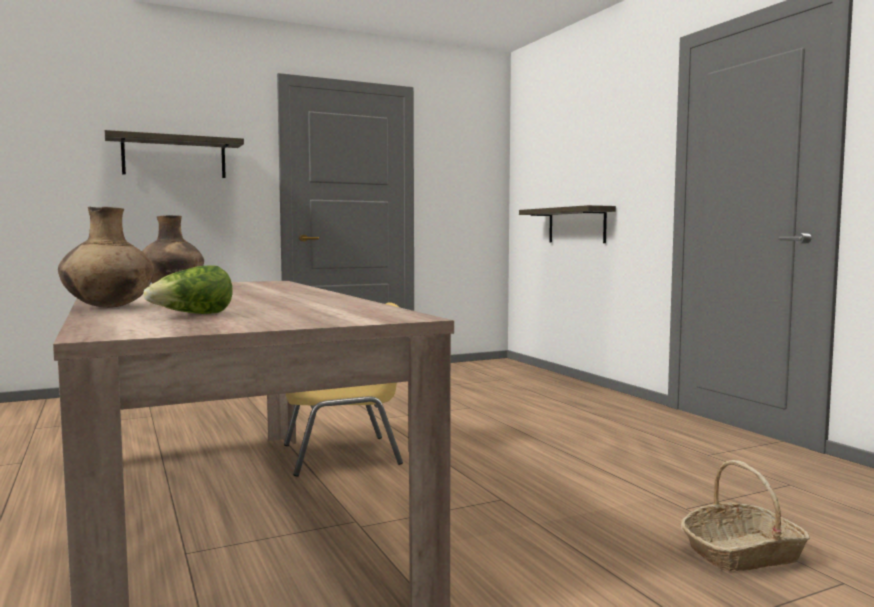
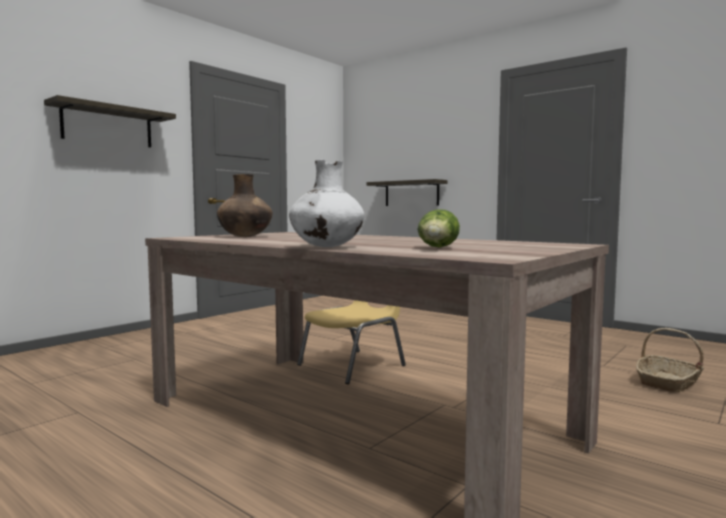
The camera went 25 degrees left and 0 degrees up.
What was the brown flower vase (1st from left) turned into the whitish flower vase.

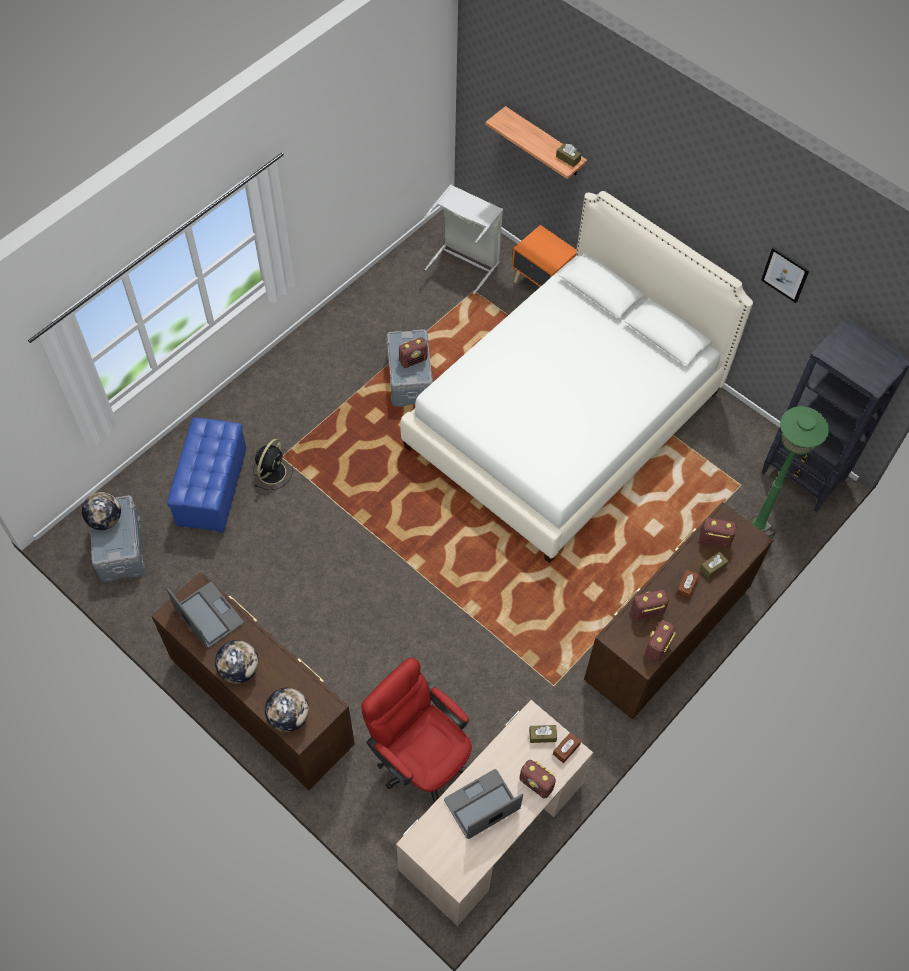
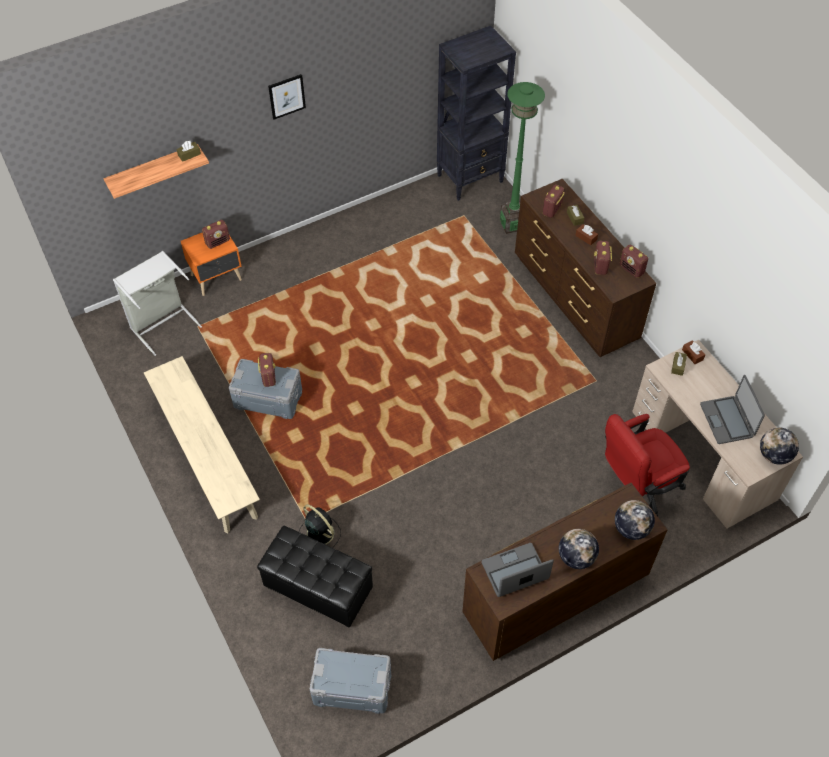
The camera went 70 degrees left and 5 degrees down.
The second view gained the sand-coloured indoor bench.
The radio receiver (2nd from left in the first image) ended up elsewhere.
What was the blue footrest turned into the blackish footrest.
The wall art ended up elsewhere.
The globe (1st from left in the first image) ended up elsewhere.
The second view lost the whitish bed.

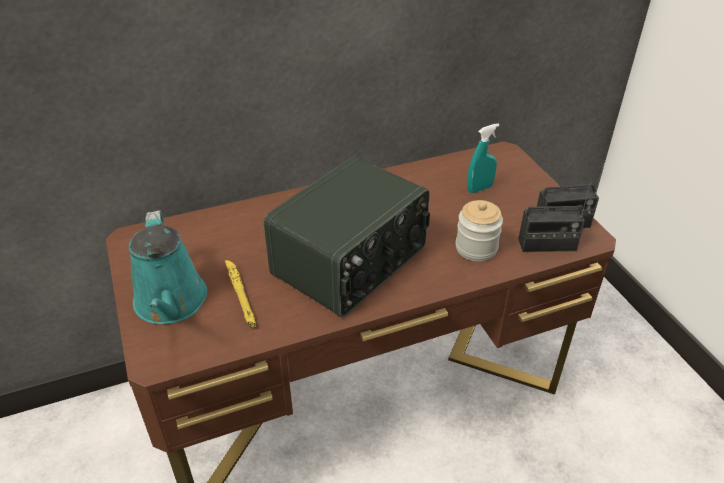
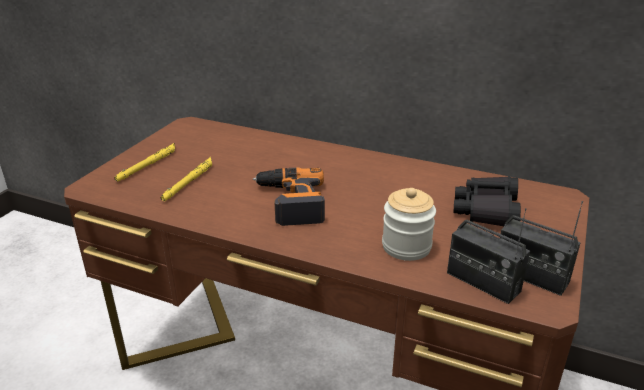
The camera went 45 degrees right and 10 degrees down.
Where the turquoise-coloured watering pot stood, the yellowish torch (1st from left) came to stand.
Where the radio receiver (1st from left) stood, the power drill came to stand.
Where the turquoise-coloured sprayer stood, the blackish field glasses came to stand.

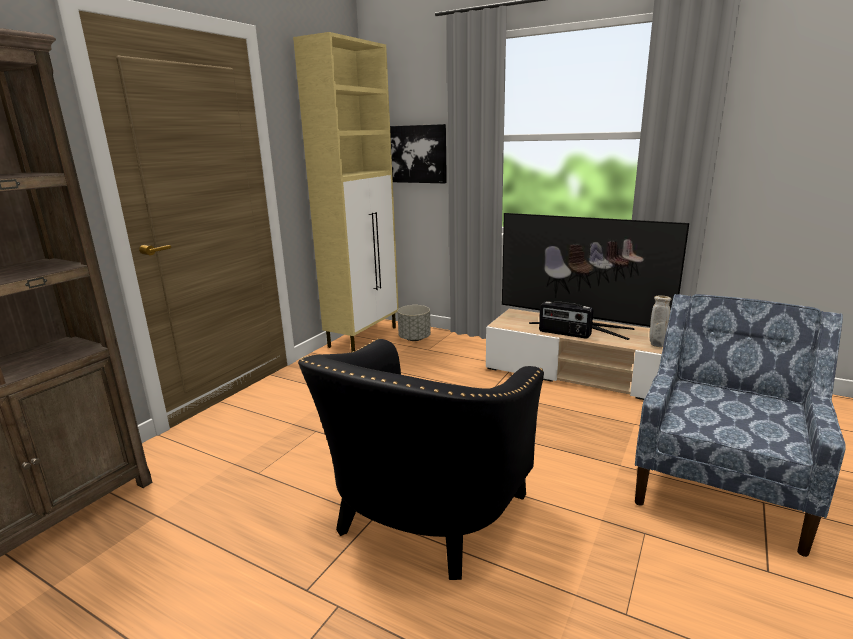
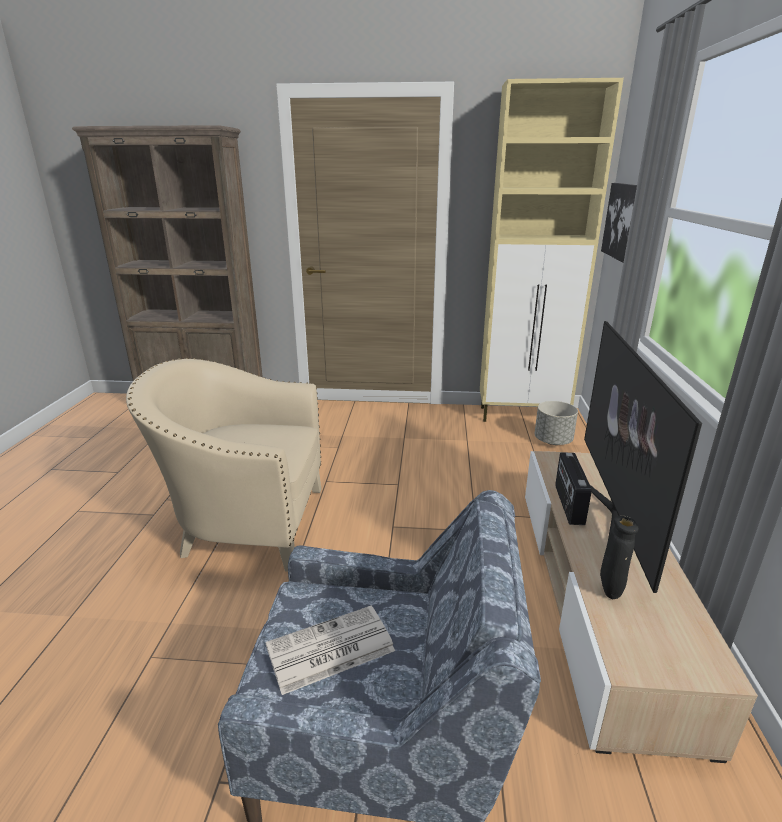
The camera went 65 degrees right and 5 degrees up.
What was the blackish armchair turned into the sand-coloured armchair.
The second view gained the printed paper.
What was the sand-coloured flower vase turned into the blackish flower vase.

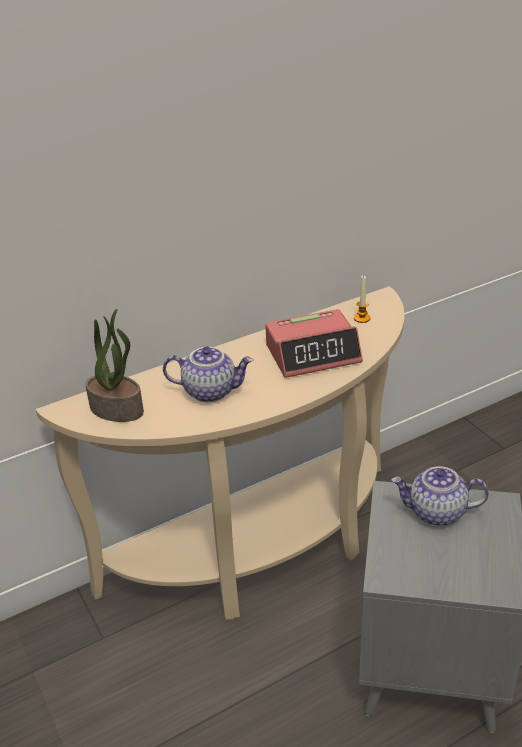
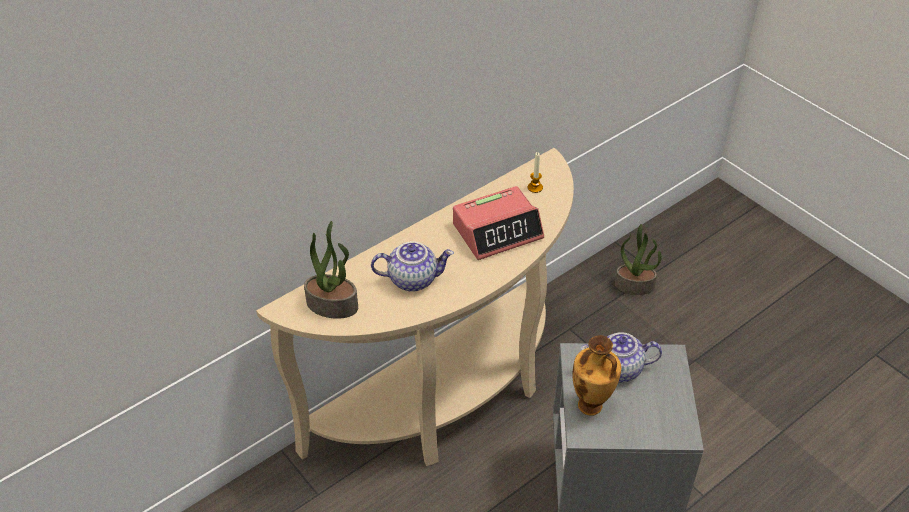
The camera went 10 degrees left and 10 degrees up.
The second view gained the flower vase.
The second view gained the potted plant (2nd from left).

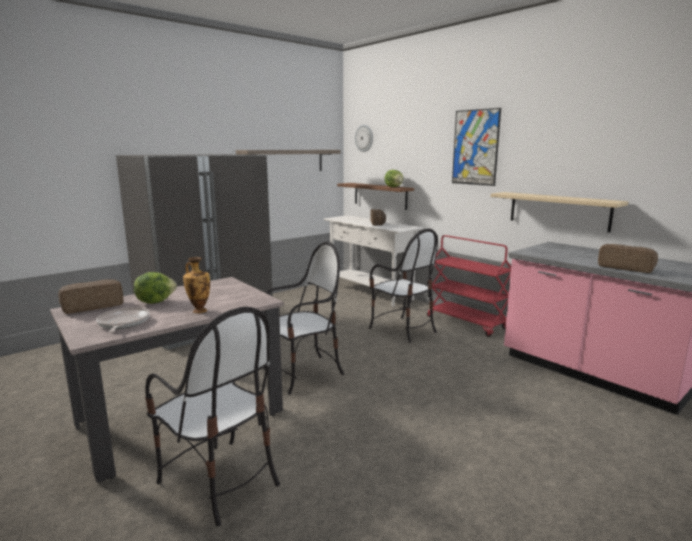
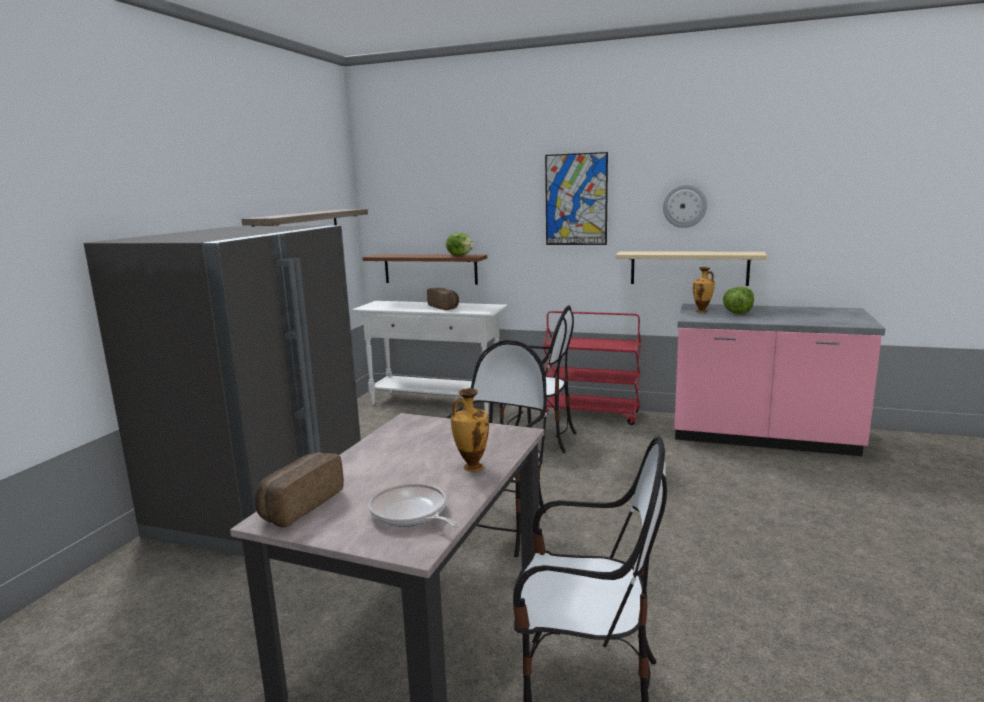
The camera went 30 degrees left and 0 degrees up.
The clock on the wall ended up elsewhere.
The second view gained the flower vase (2nd from left).
The lettuce (1st from left in the first image) ended up elsewhere.
The second view lost the baked bread (3rd from left).

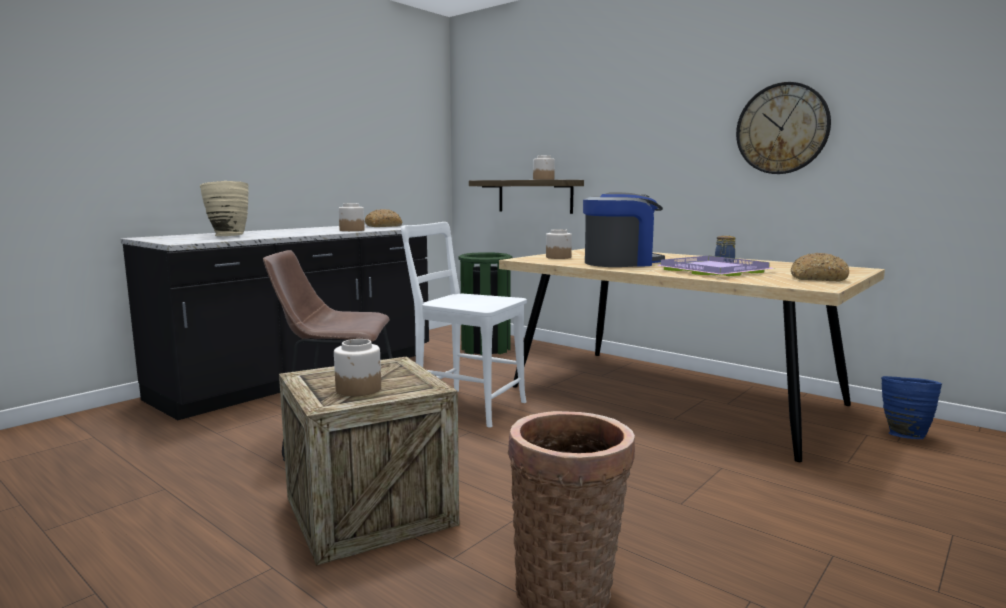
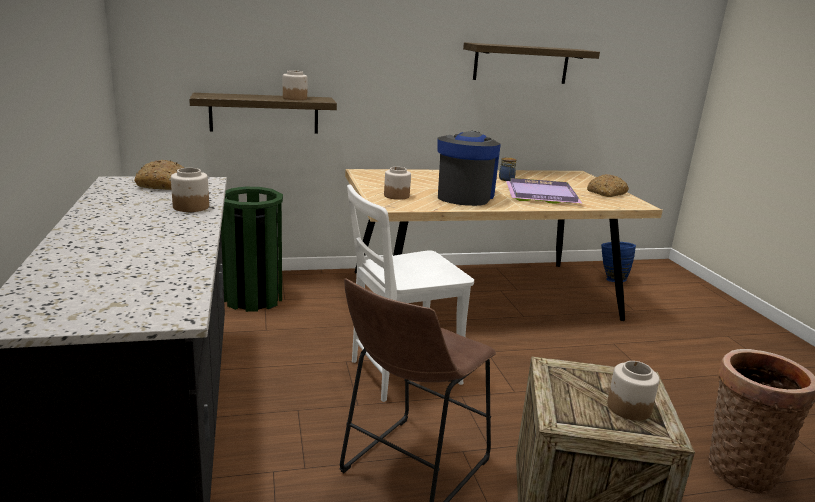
The camera went 55 degrees left and 10 degrees up.
Where the clock on the wall hung, the shelf (2nd from left) came to hang.
The second view lost the sand-coloured flower vase.

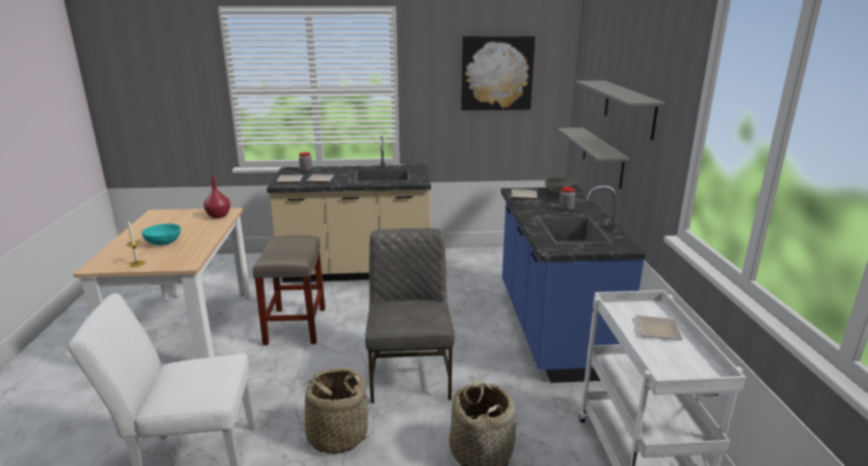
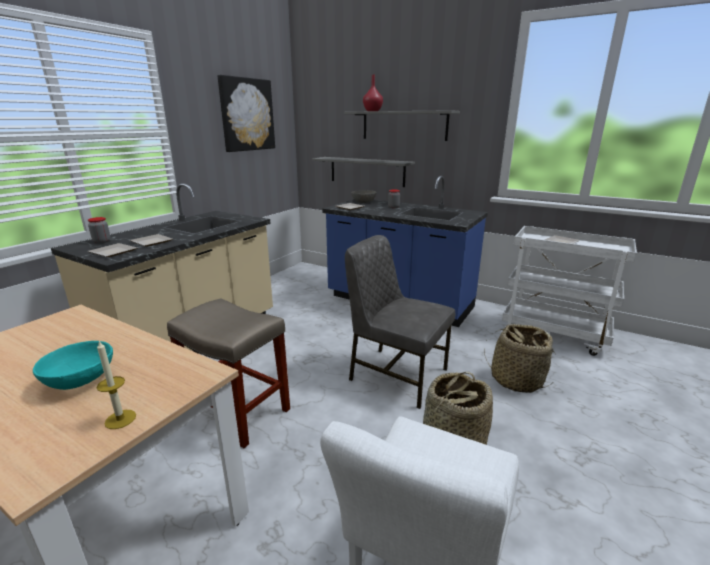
The camera went 55 degrees left and 0 degrees up.
The red flower vase ended up elsewhere.

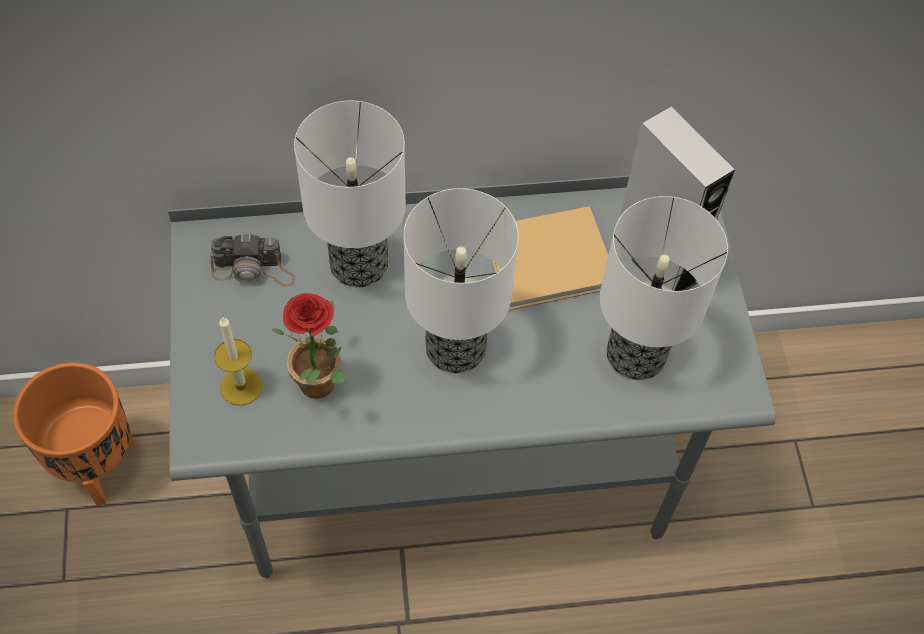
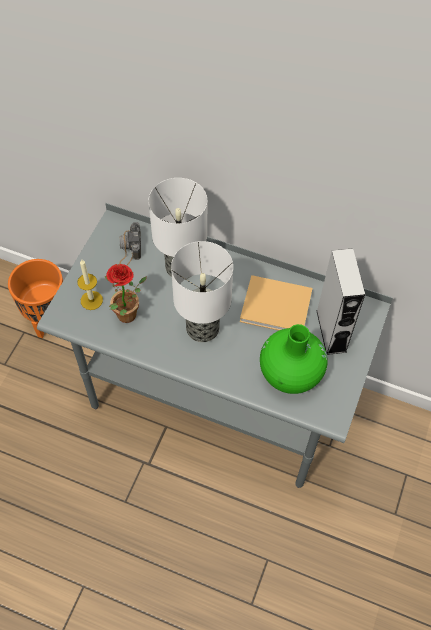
The camera went 30 degrees right and 0 degrees up.
The still camera ended up facing another way, 60 degrees clockwise from before.
Where the tabletop lamp (3rd from left) stood, the green-coloured flower vase came to stand.

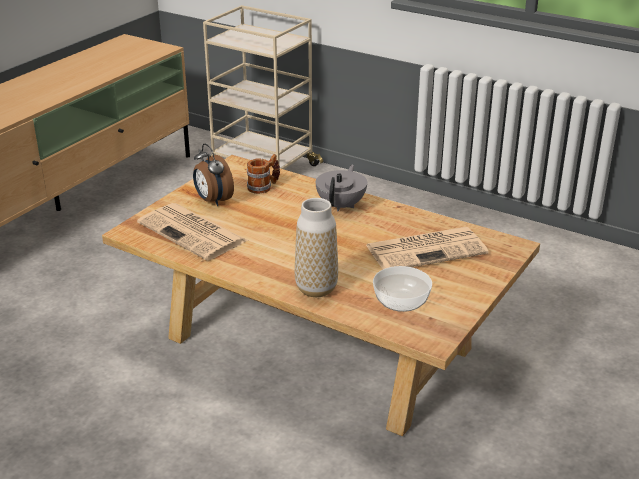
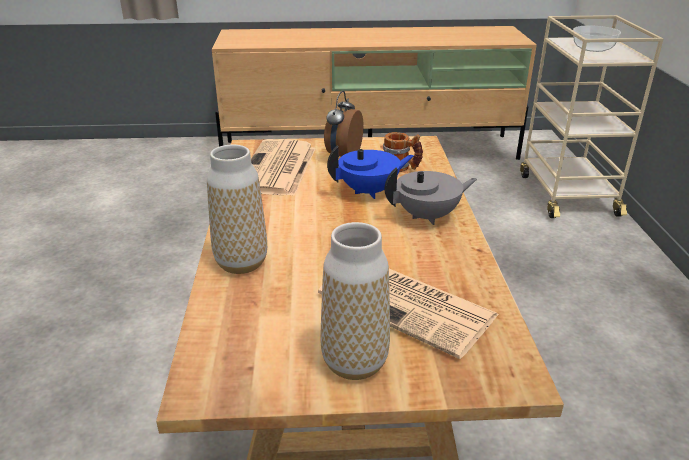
The camera went 55 degrees right and 0 degrees up.
The second view gained the flower vase (2nd from left).
The second view gained the blue tea pot.
The bowl ended up elsewhere.

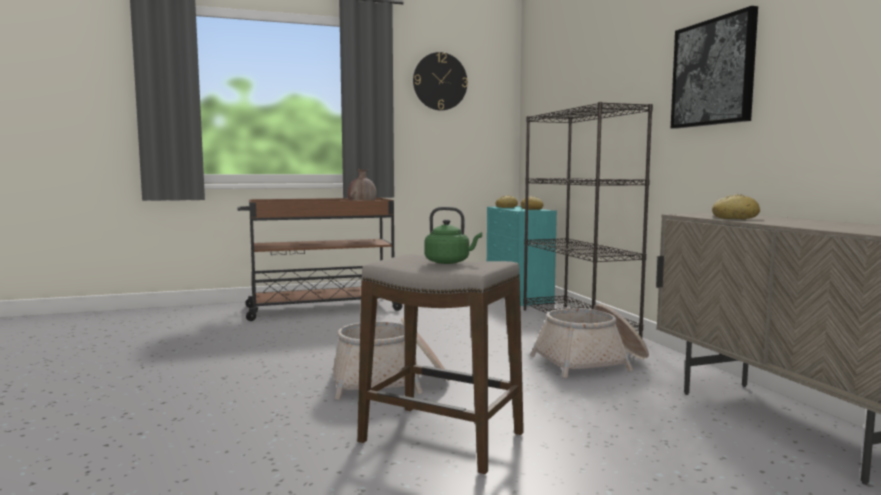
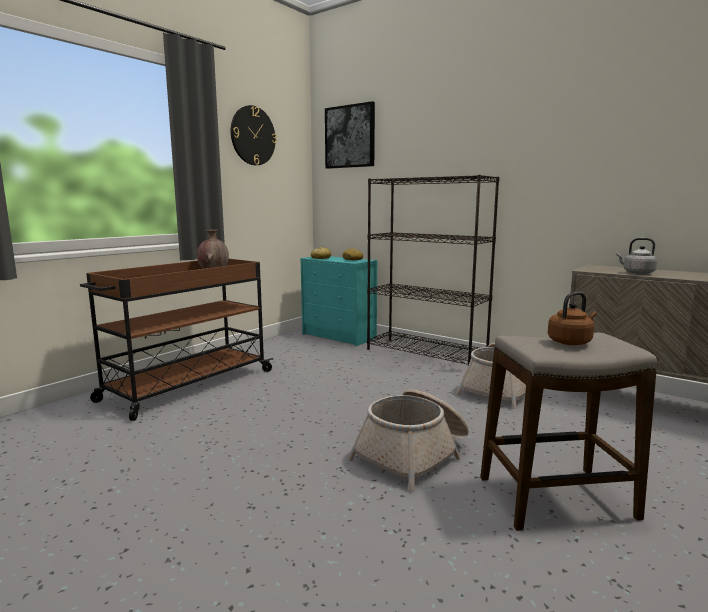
The camera went 35 degrees left and 5 degrees up.
The wall art ended up elsewhere.
What was the green-coloured kettle turned into the brown kettle.
Where the baked bread (3rd from left) stood, the gray kettle came to stand.

